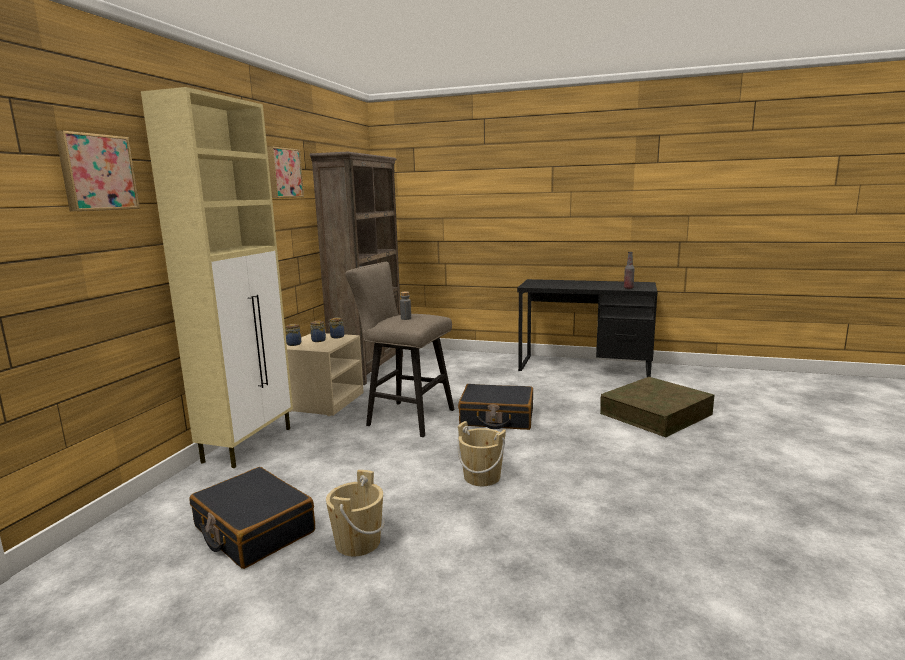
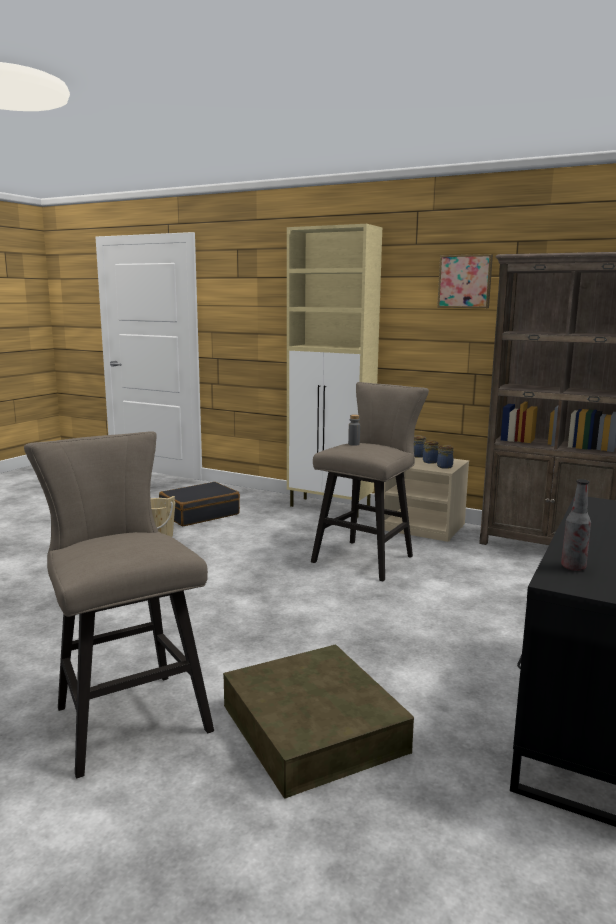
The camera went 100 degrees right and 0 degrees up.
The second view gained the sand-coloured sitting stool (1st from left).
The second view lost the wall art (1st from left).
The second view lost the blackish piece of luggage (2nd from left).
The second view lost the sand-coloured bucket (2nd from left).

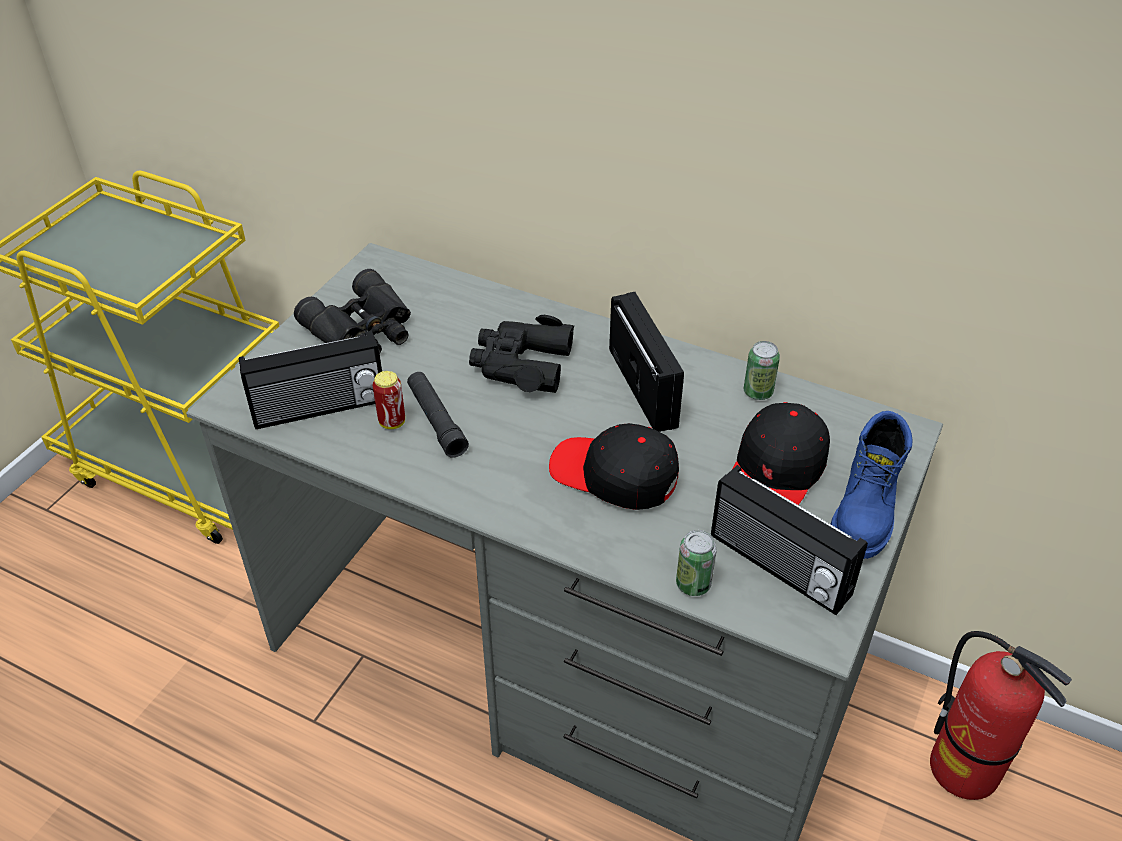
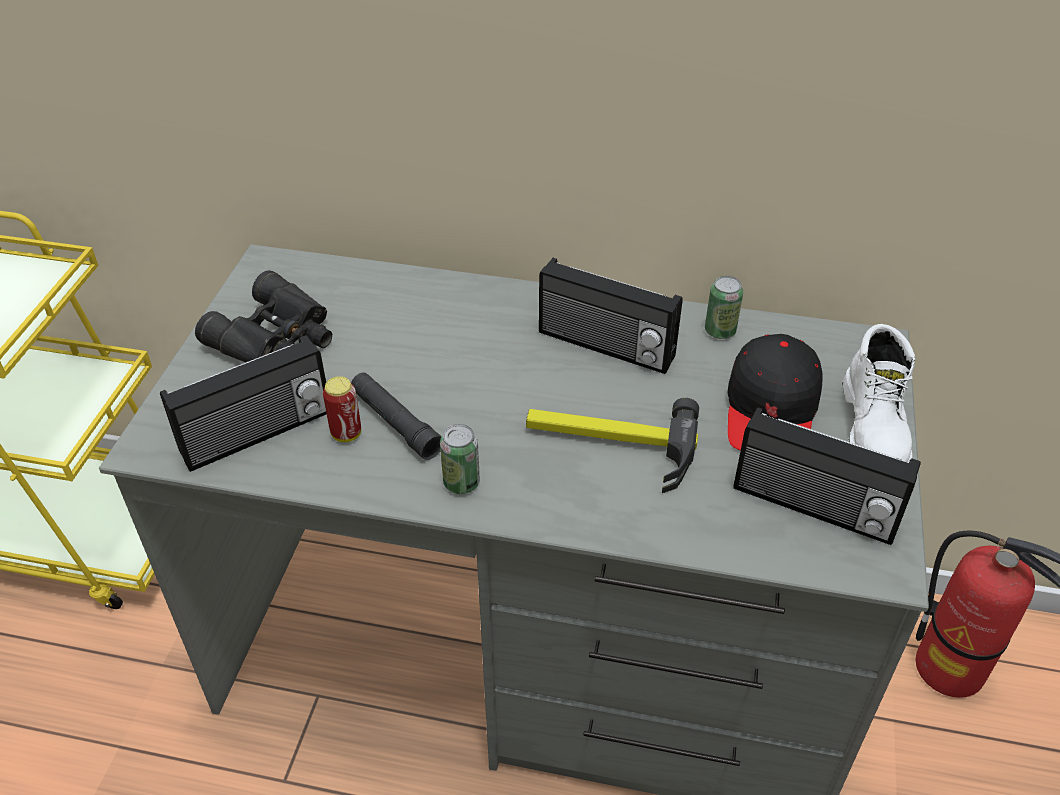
The camera went 15 degrees left and 0 degrees up.
The sealed can (2nd from left) ended up elsewhere.
Where the blackish peaked cap (1st from left) stood, the hammer came to stand.
The radio receiver (2nd from left) ended up facing another way, 150 degrees clockwise from before.
What was the blue boot turned into the whitish boot.
The second view lost the blackish field glasses (2nd from left).

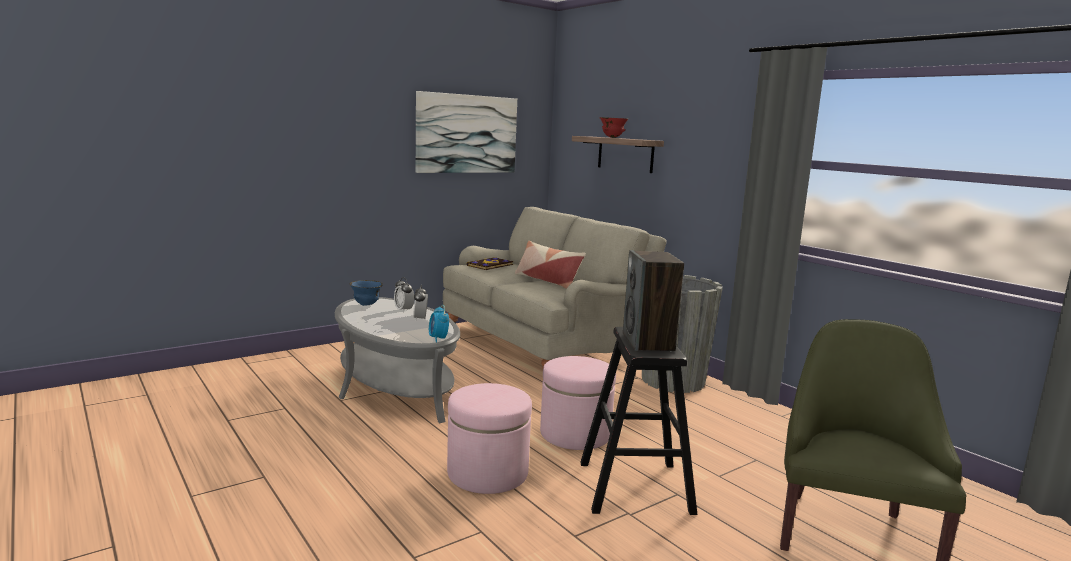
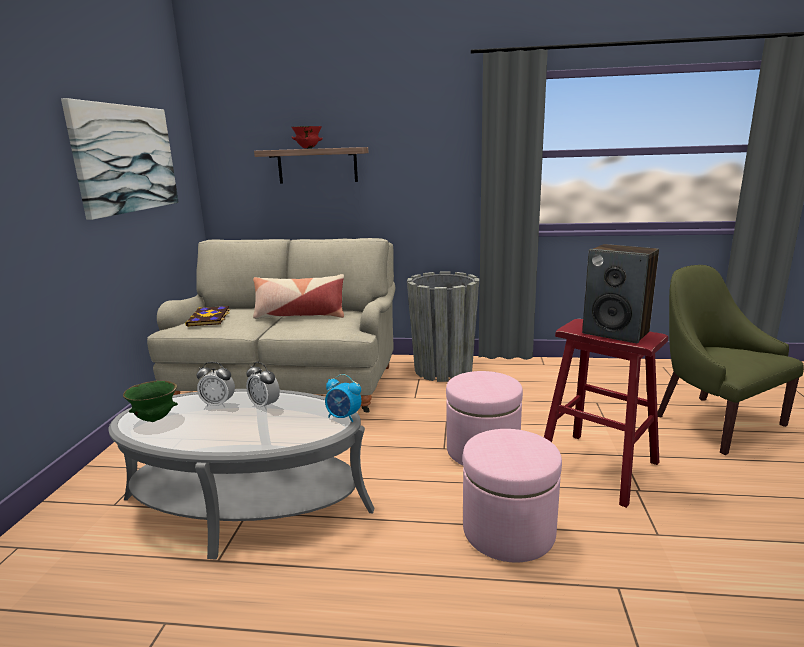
The camera went 45 degrees left and 5 degrees up.
What was the blue bowl turned into the green-coloured bowl.
What was the blackish sitting stool turned into the red sitting stool.

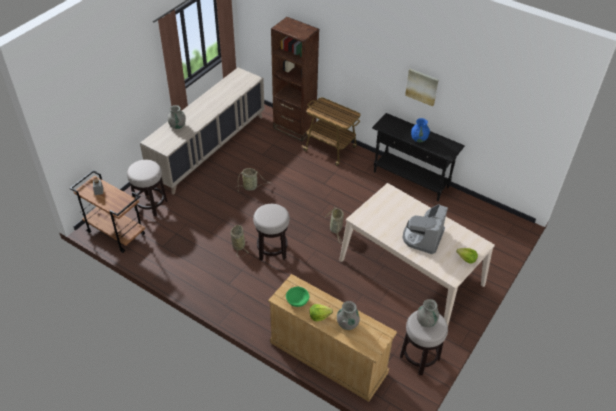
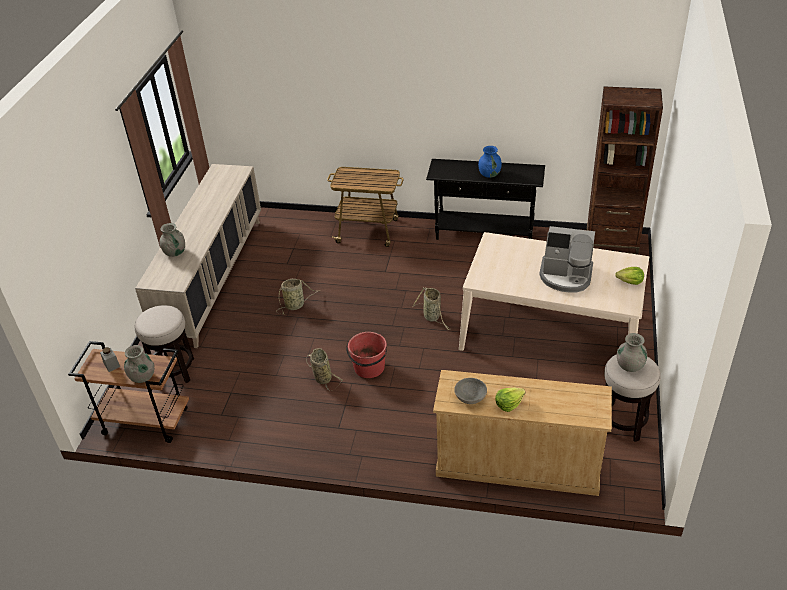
The camera went 20 degrees left and 5 degrees down.
The gray flower vase (2nd from left in the first image) ended up elsewhere.
Where the sitting stool (2nd from left) stood, the red bucket came to stand.
What was the green-coloured bowl turned into the gray bowl.
The coffee brewer ended up facing another way, 75 degrees counterclockwise from before.
The brown bookshelf ended up elsewhere.
The second view lost the wall art.

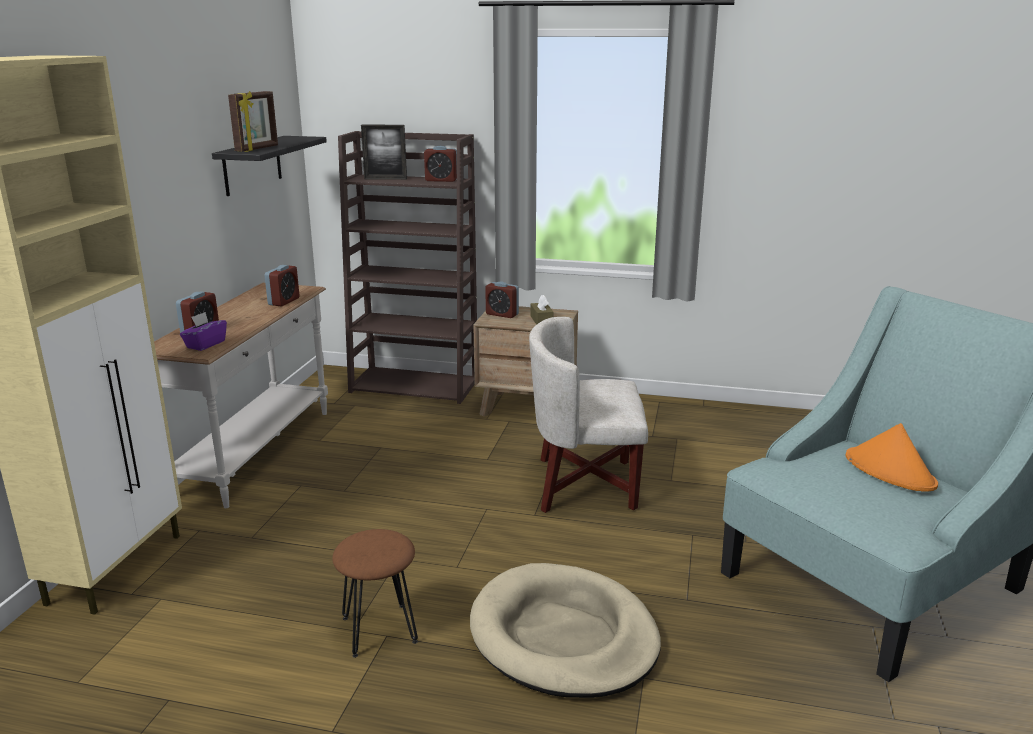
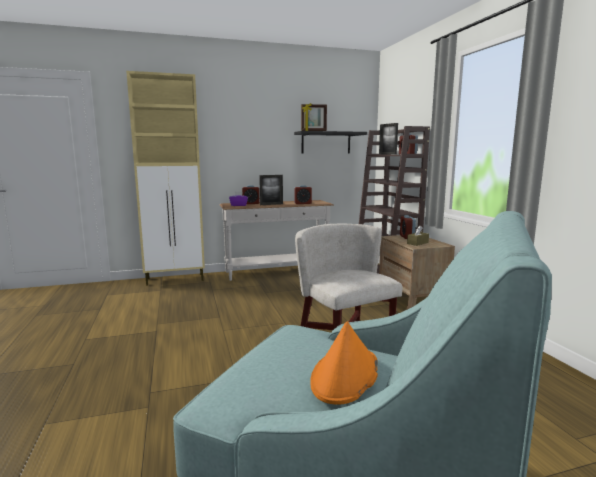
The camera went 60 degrees right and 10 degrees down.
The second view gained the picture frame (1st from left).
The second view lost the brown sitting stool.
The second view lost the sand-coloured dog cushion.

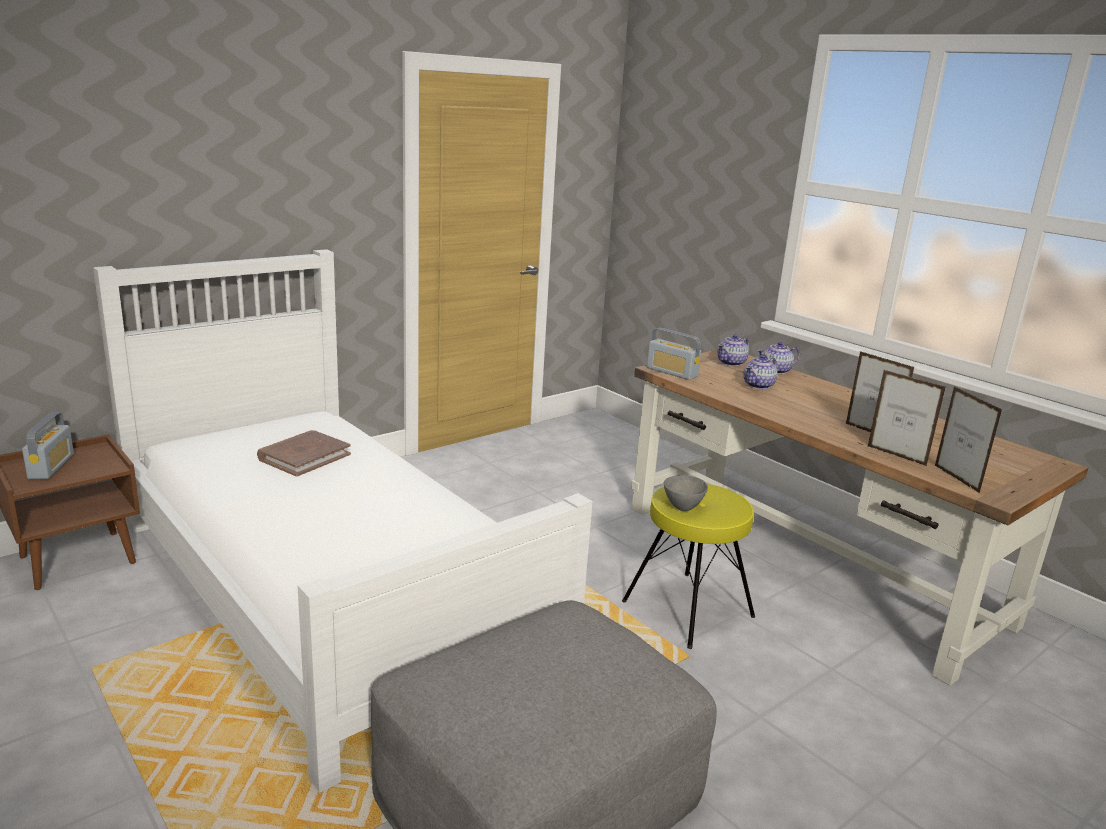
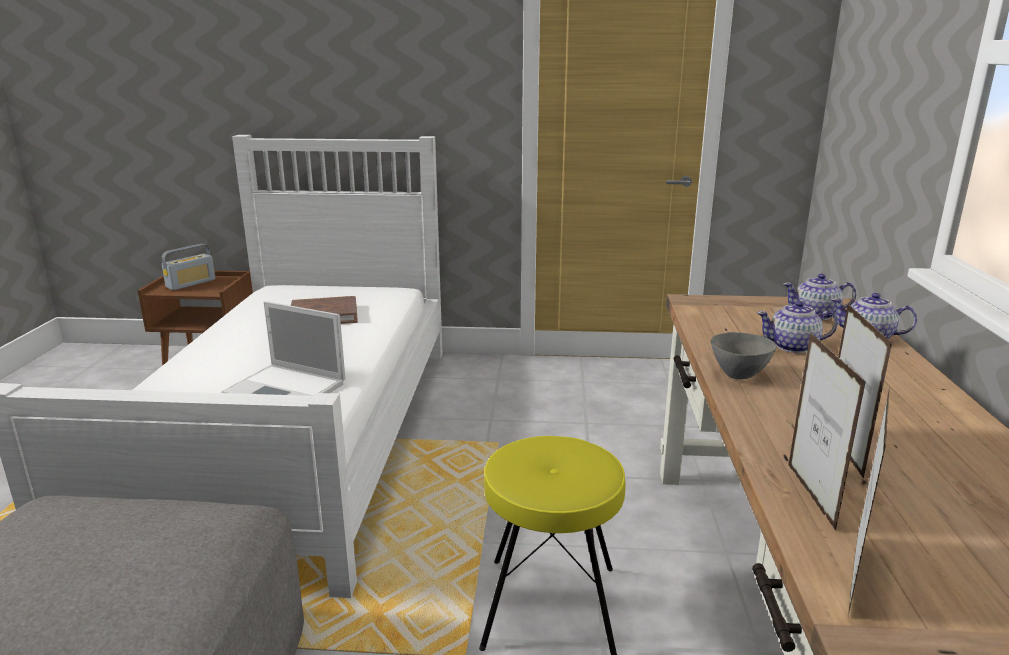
The camera went 45 degrees right and 0 degrees up.
The second view gained the laptop.
The gray bowl ended up elsewhere.
The second view lost the radio receiver (2nd from left).

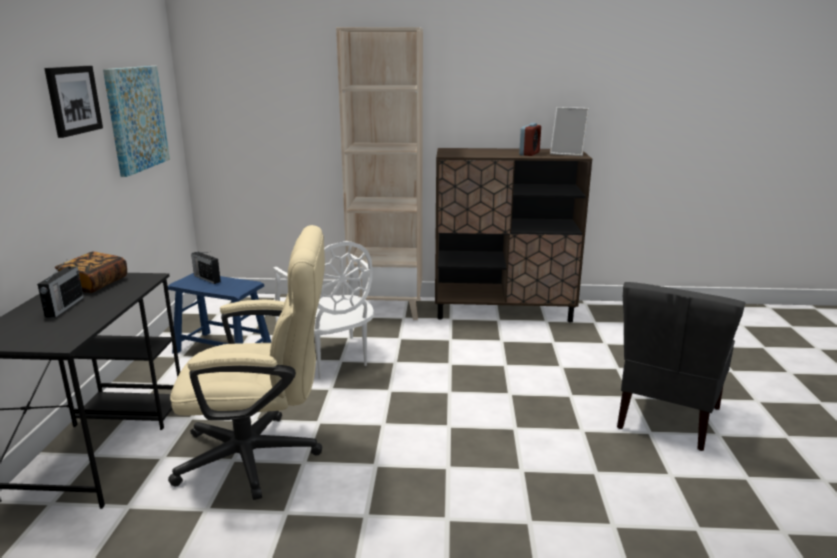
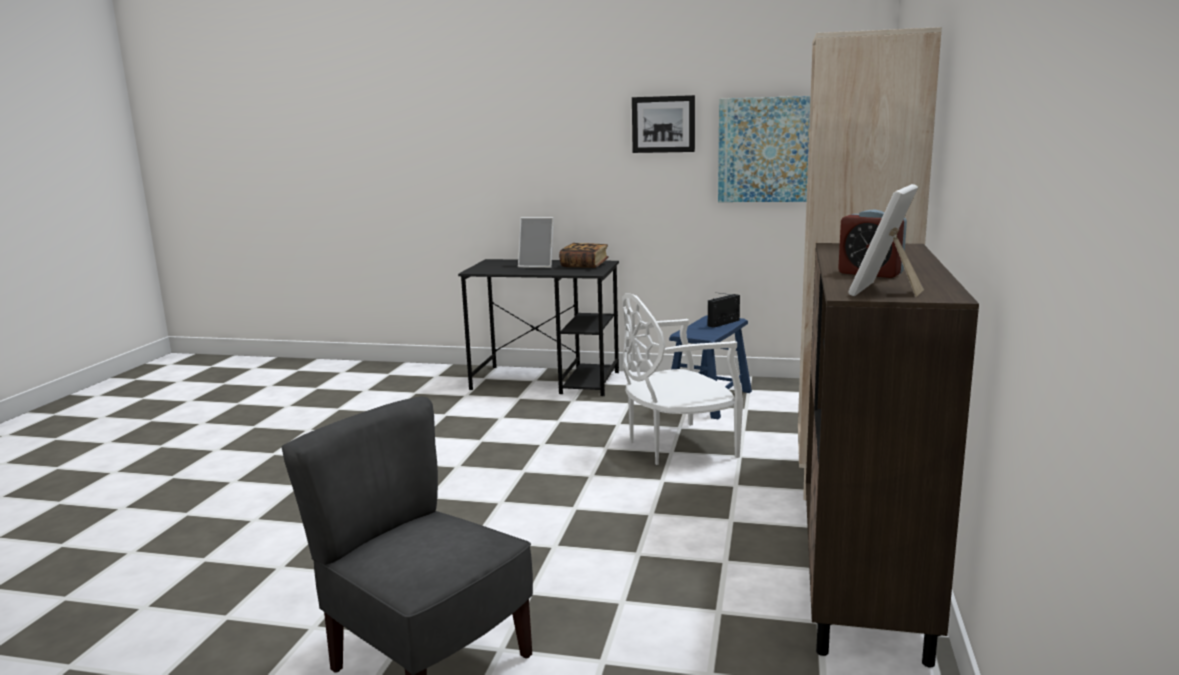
The camera went 100 degrees right and 5 degrees down.
Where the radio receiver (1st from left) stood, the picture frame (1st from left) came to stand.
The second view lost the sand-coloured computer chair.

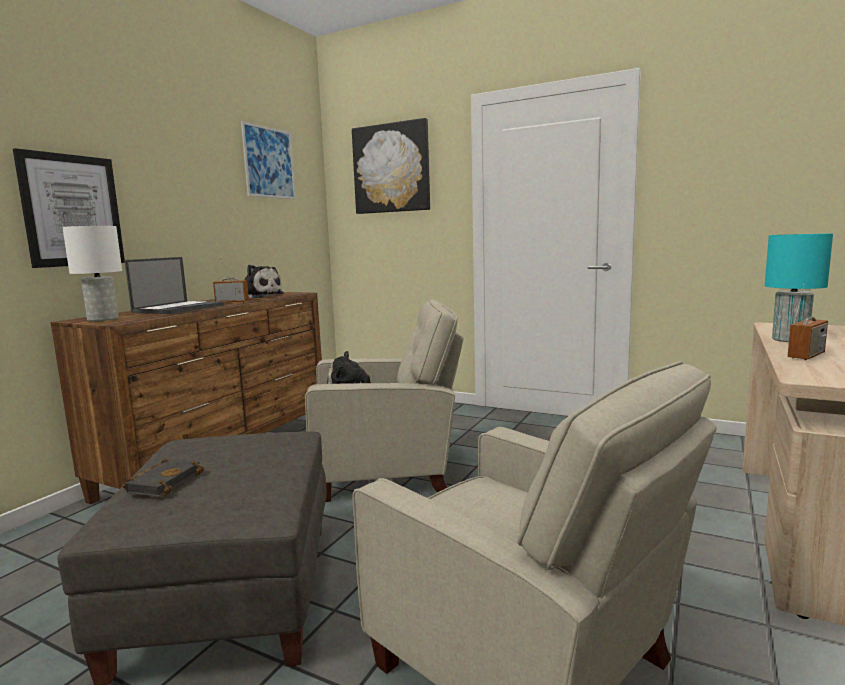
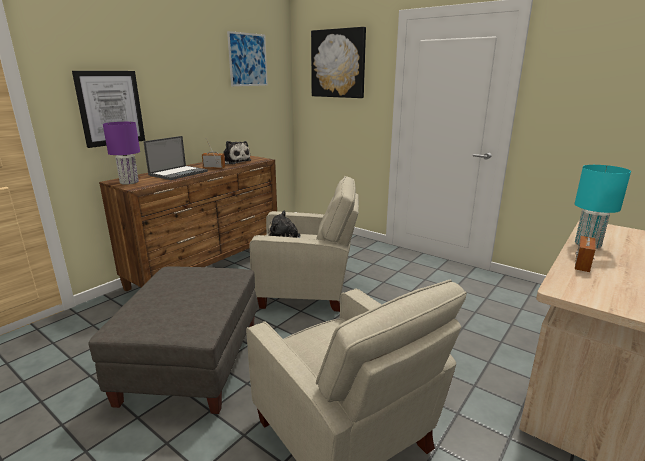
The camera went 10 degrees right and 10 degrees up.
What was the whitish tabletop lamp turned into the purple tabletop lamp.
The radio receiver (2nd from left) ended up facing another way, 150 degrees clockwise from before.
The second view lost the blackish volume.

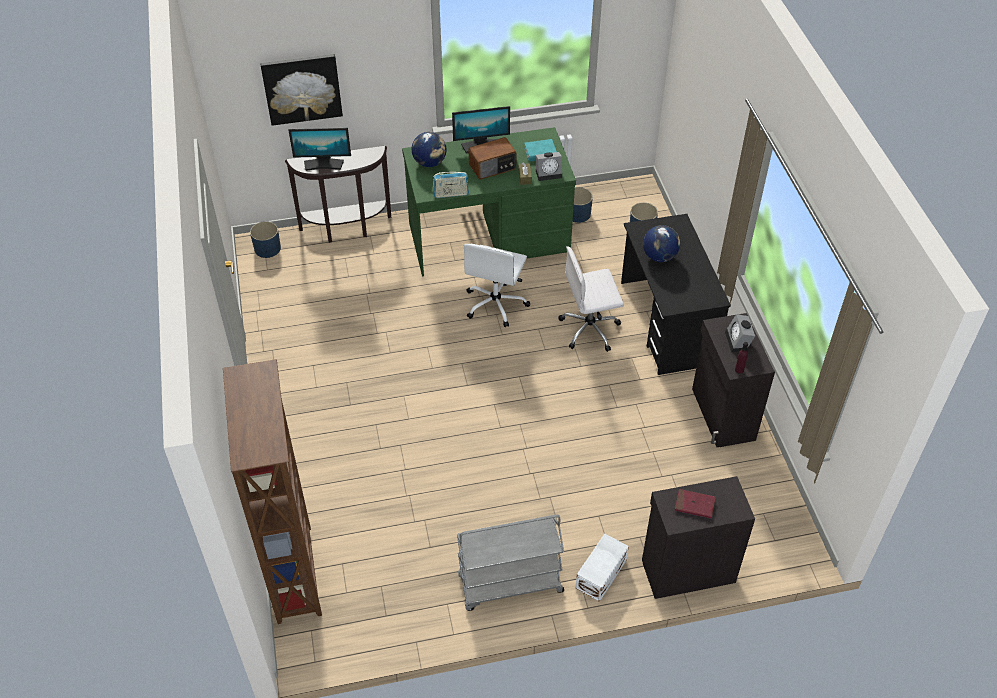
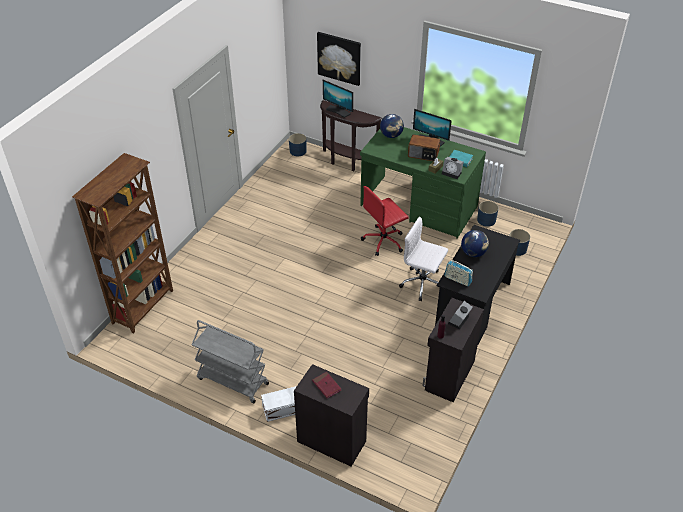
The camera went 40 degrees right and 5 degrees down.
What was the whitish computer chair (1st from left) turned into the red computer chair.
The radio receiver (1st from left in the first image) ended up elsewhere.

